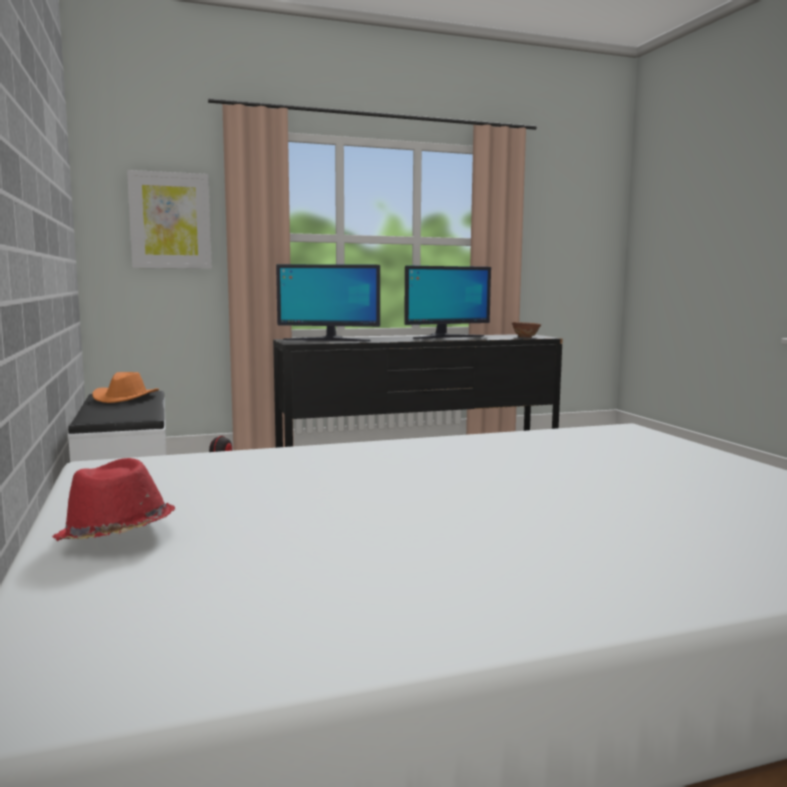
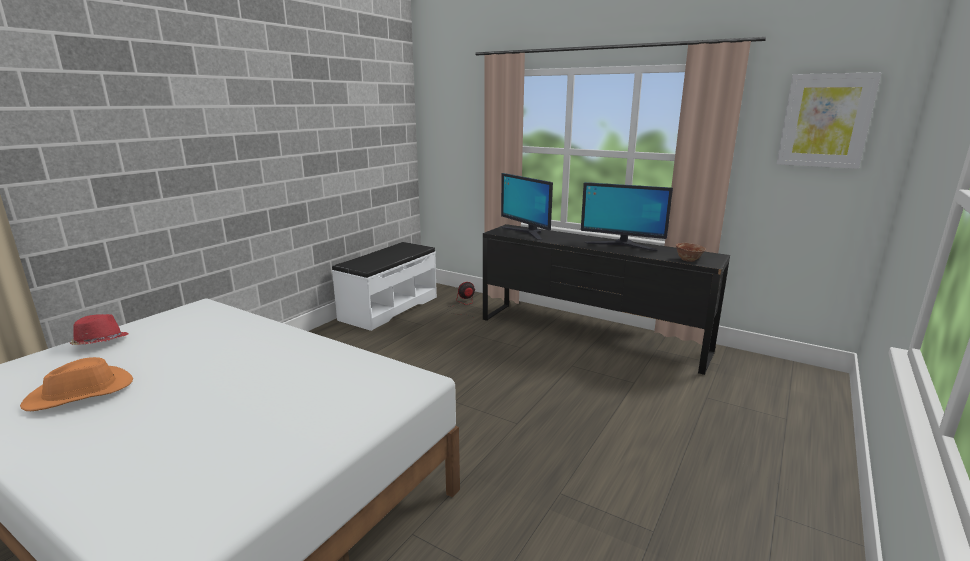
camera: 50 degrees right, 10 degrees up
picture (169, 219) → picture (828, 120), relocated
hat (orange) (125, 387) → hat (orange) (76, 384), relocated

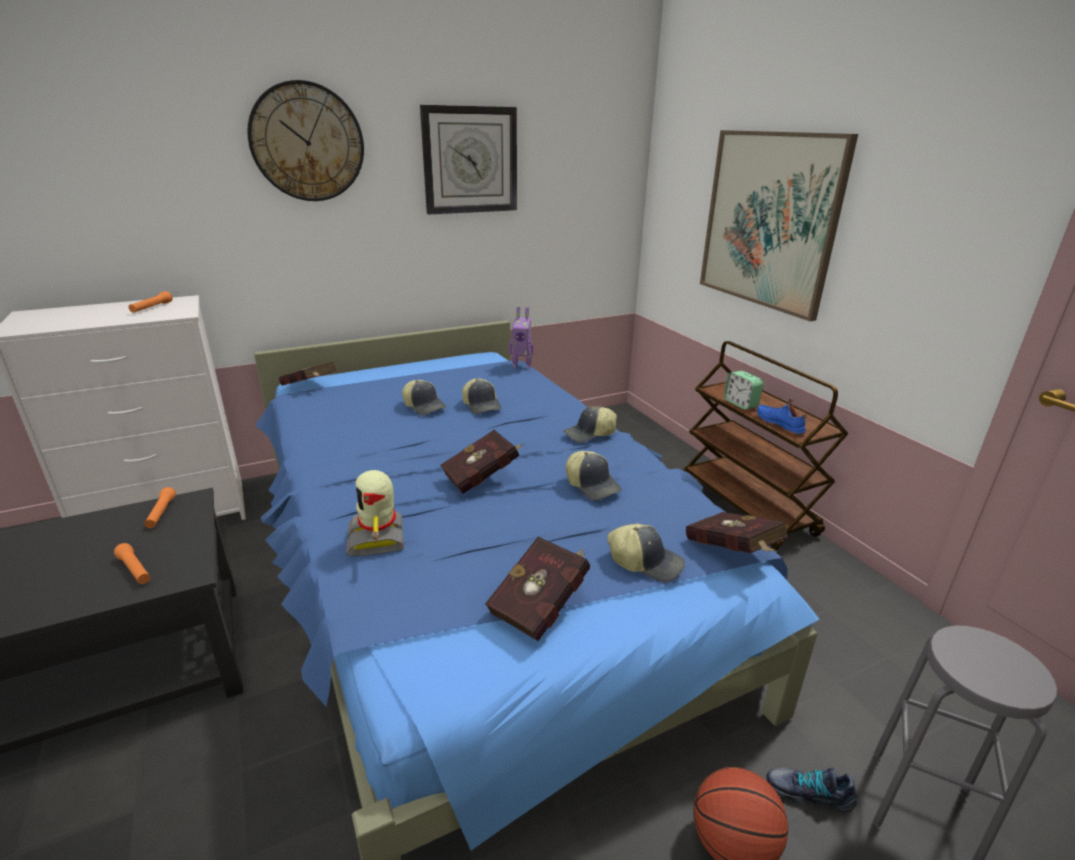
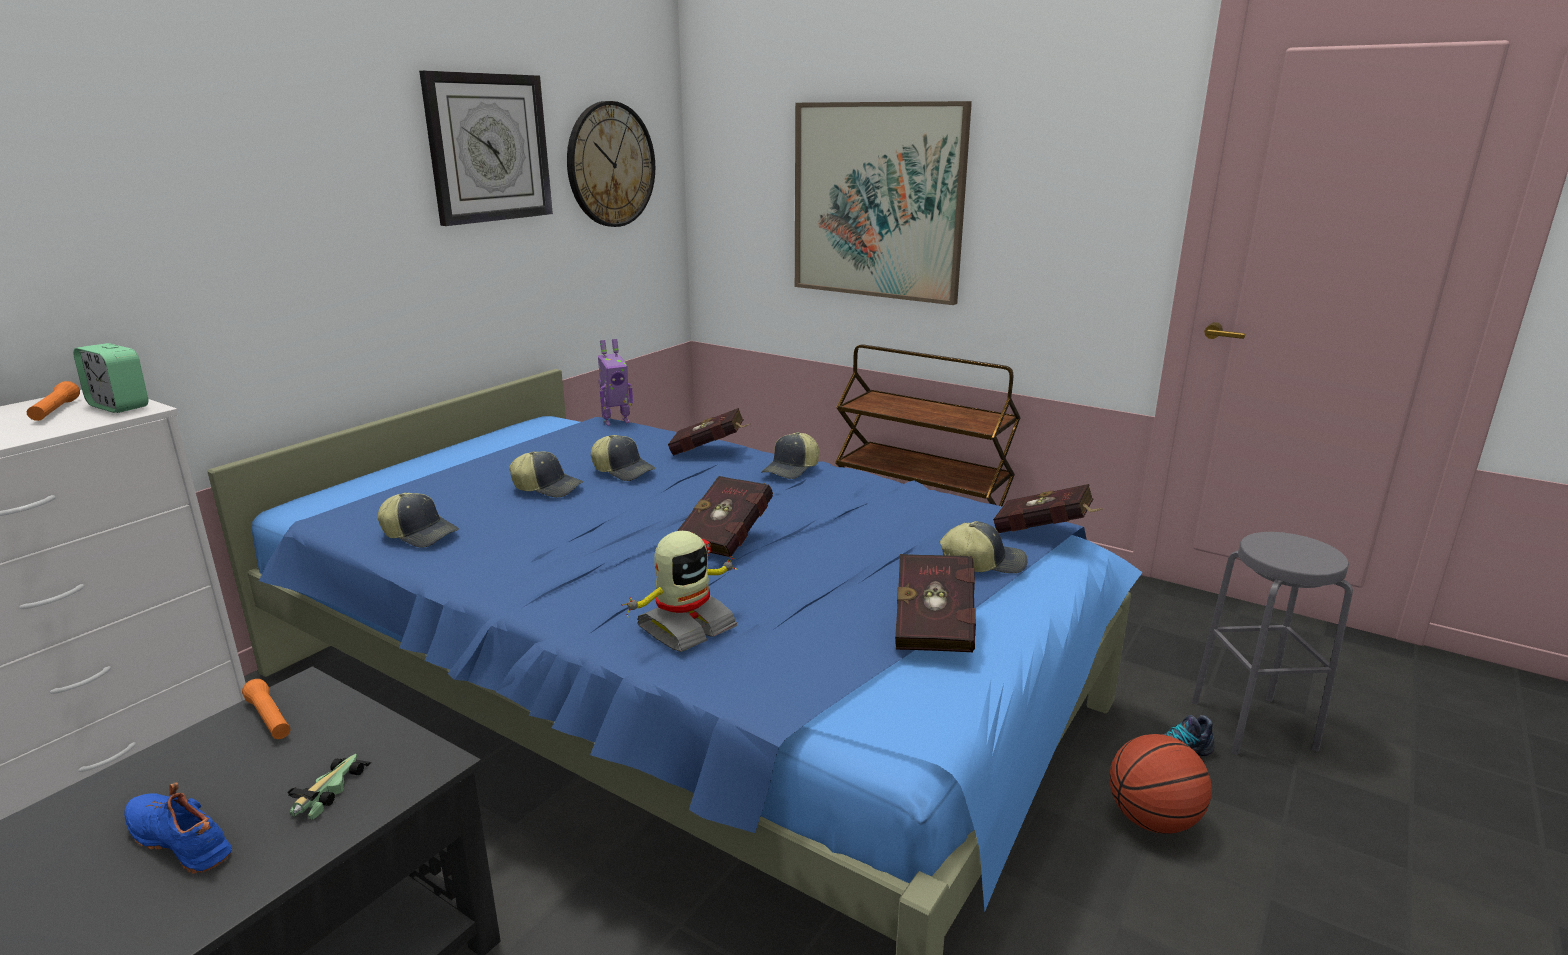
camera: 30 degrees left, 5 degrees down
wall clock (305, 140) → wall clock (611, 164), relocated
book (red) (308, 374) → book (red) (708, 432), relocated
alarm clock (744, 390) → alarm clock (110, 378), relocated
shoe (blue) (781, 417) → shoe (blue) (178, 828), relocated
cap (593, 476) → cap (418, 520), relocated
toy robot (375, 513) → toy robot (679, 591), 90 degrees counterclockwise
flashlight (orange) (132, 563) → toy car (329, 787)

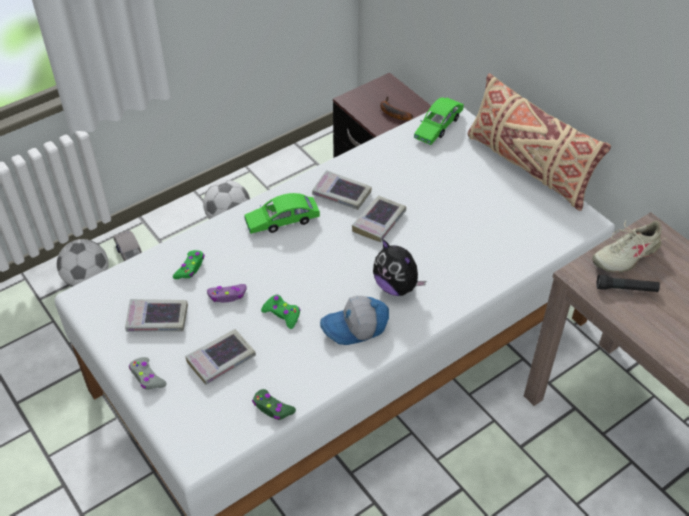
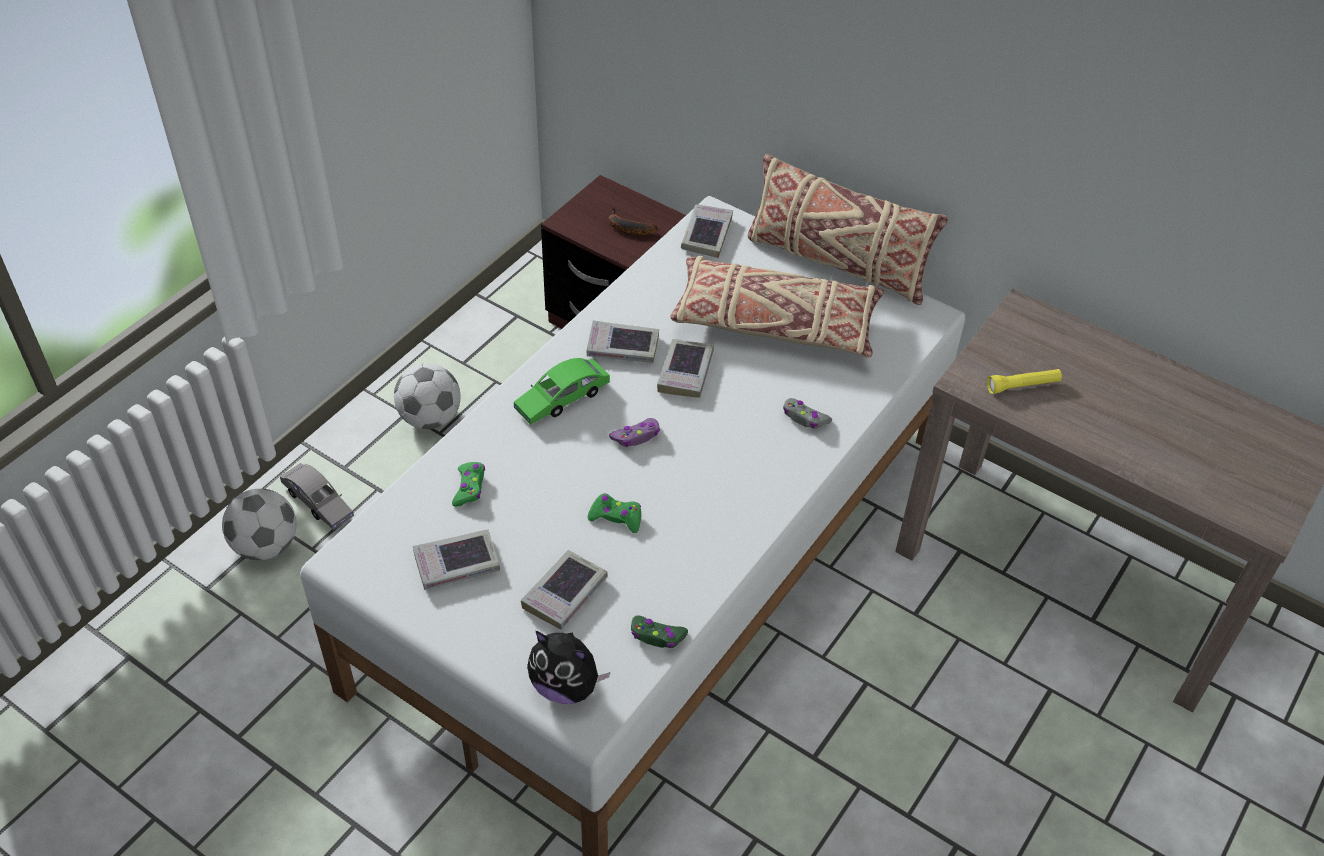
camera: 20 degrees left, 0 degrees up
toy car (green) (439, 121) → book (707, 231)
shoe (beige) (629, 246) → -
plush toy (399, 267) → plush toy (569, 667), relocated
flashlight (black) (628, 283) → flashlight (yellow) (1024, 381)
game controller (purple) (227, 293) → game controller (purple) (634, 432), relocated
cap (354, 320) → -
game controller (grey) (148, 373) → game controller (grey) (807, 413), relocated
- → pillow (beige) (777, 307)

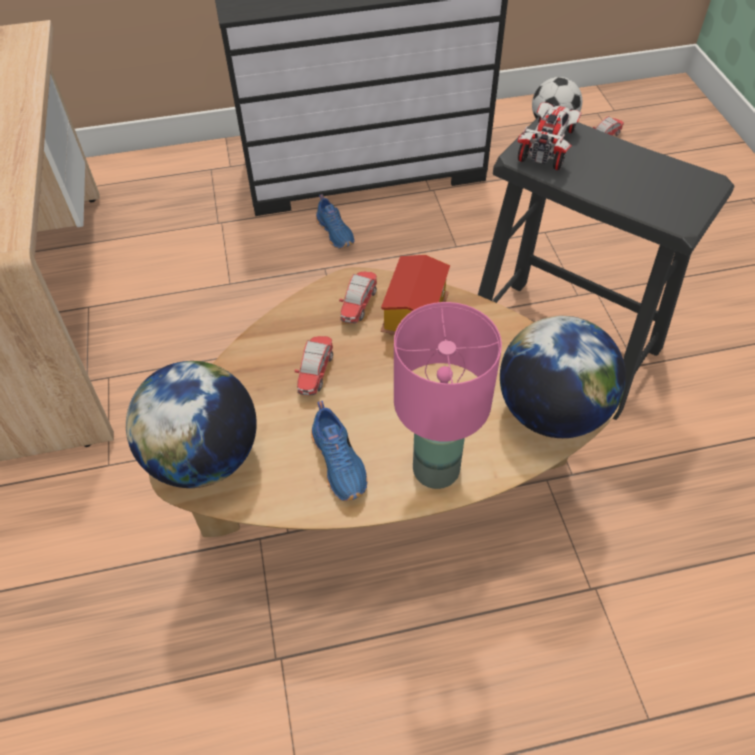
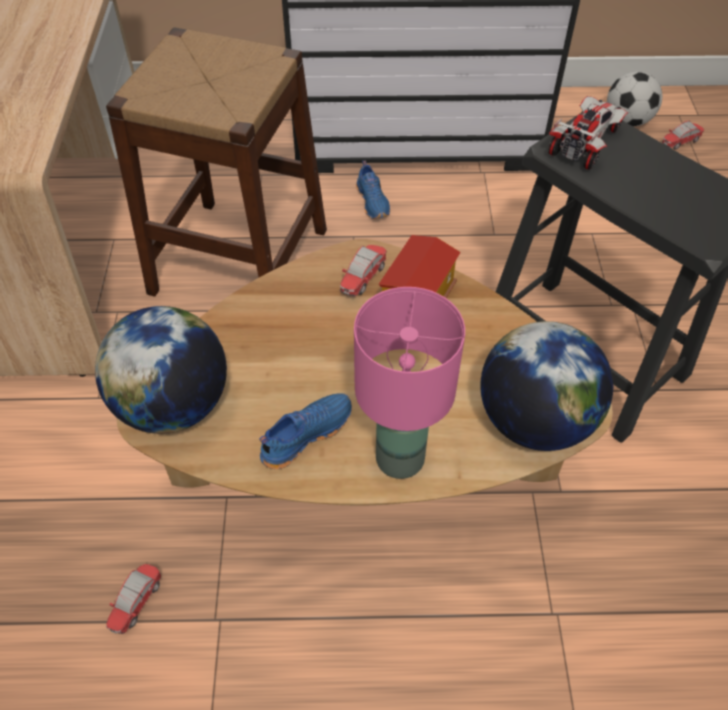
camera: 10 degrees right, 0 degrees up
toy car (314, 365) → toy car (133, 599), relocated
shoe (blue) (339, 451) → shoe (blue) (305, 431), 120 degrees counterclockwise
- → stool (brown) (216, 162)

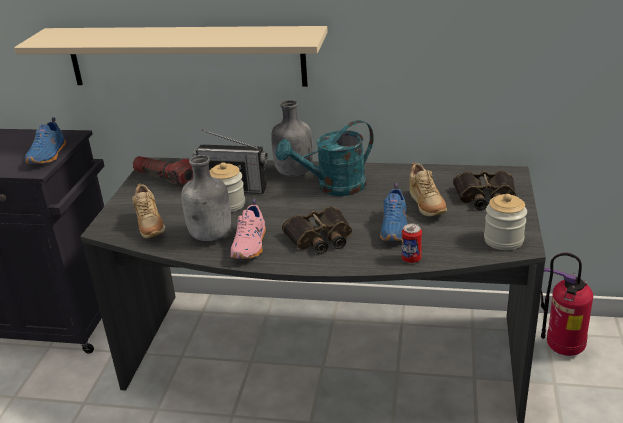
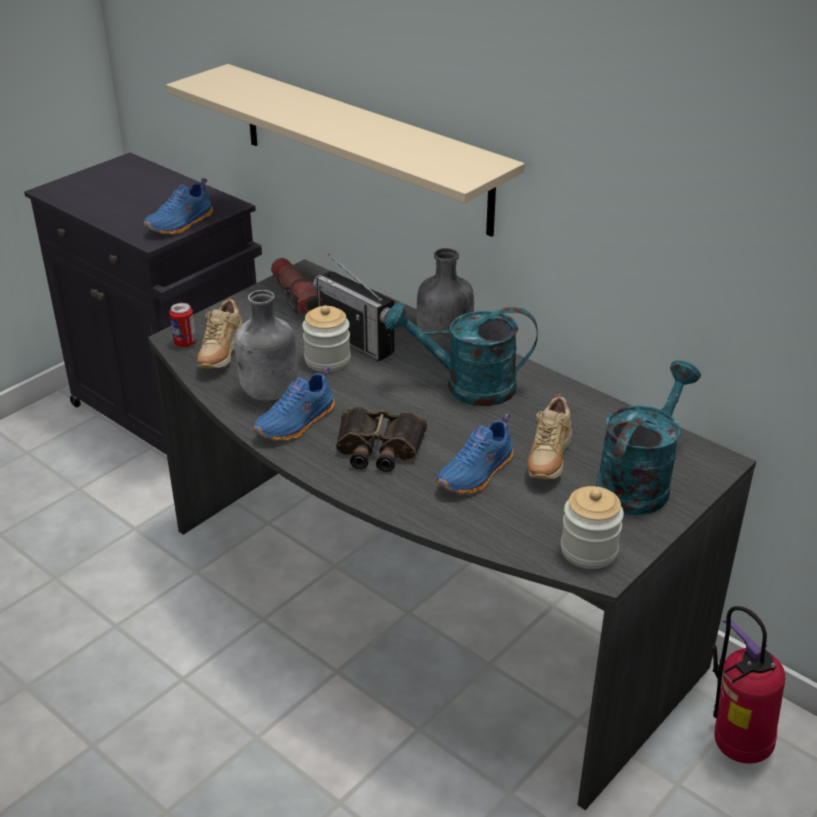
camera: 30 degrees right, 5 degrees up
binoculars (485, 190) → watering can (turquoise) (648, 437)
shoe (pink) (248, 229) → shoe (blue) (294, 404)
can (412, 243) → can (183, 325), relocated

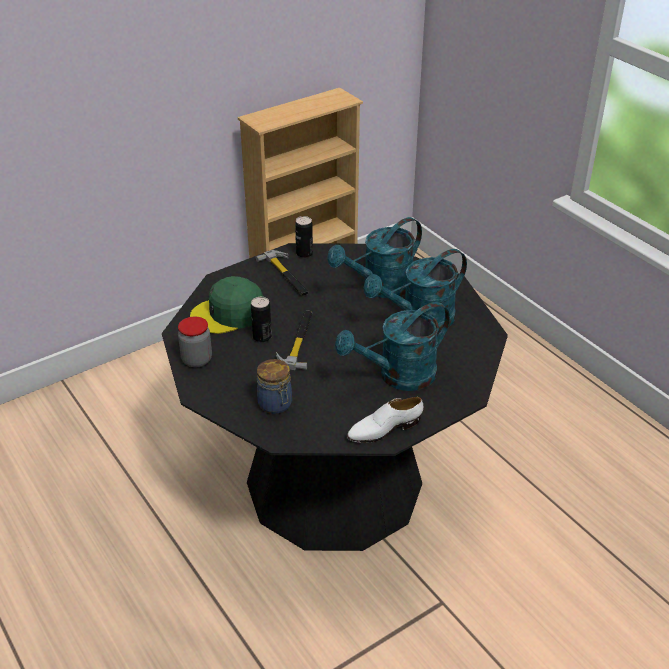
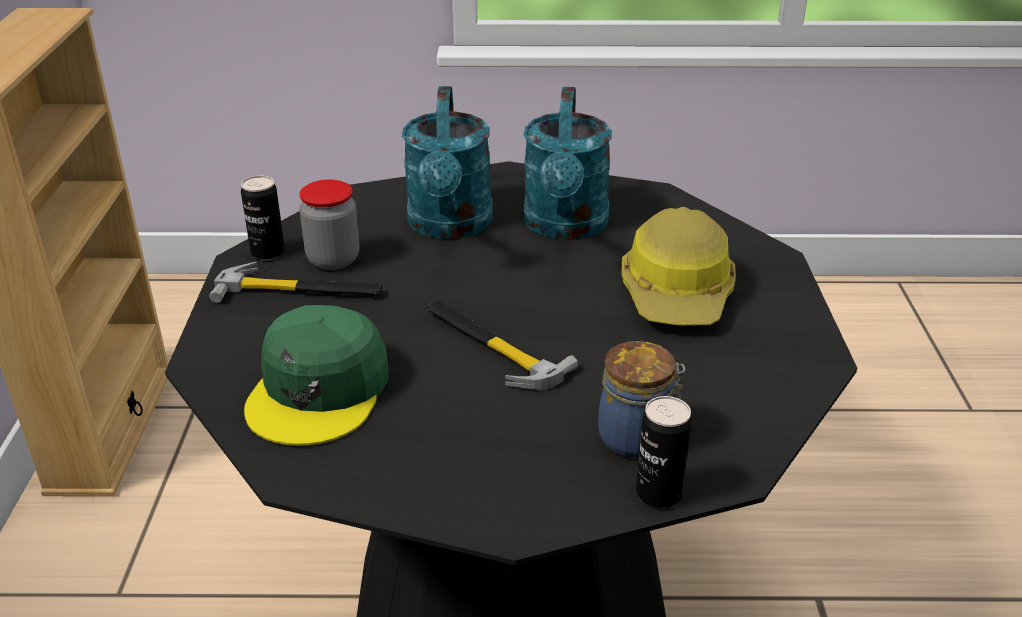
camera: 55 degrees left, 5 degrees down
can (261, 319) → can (664, 452), relocated
watering can (turquoise) (392, 346) → hard hat (678, 266)
jar (195, 342) → jar (329, 225), relocated
shoe (white) (385, 420) → -

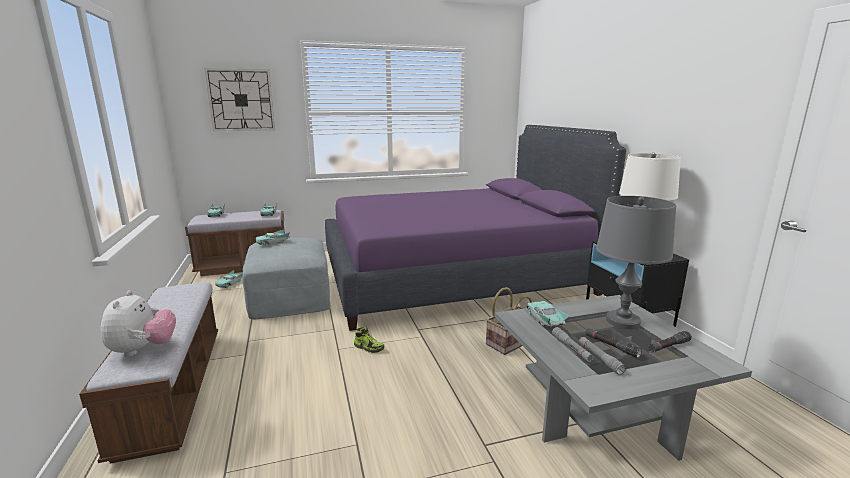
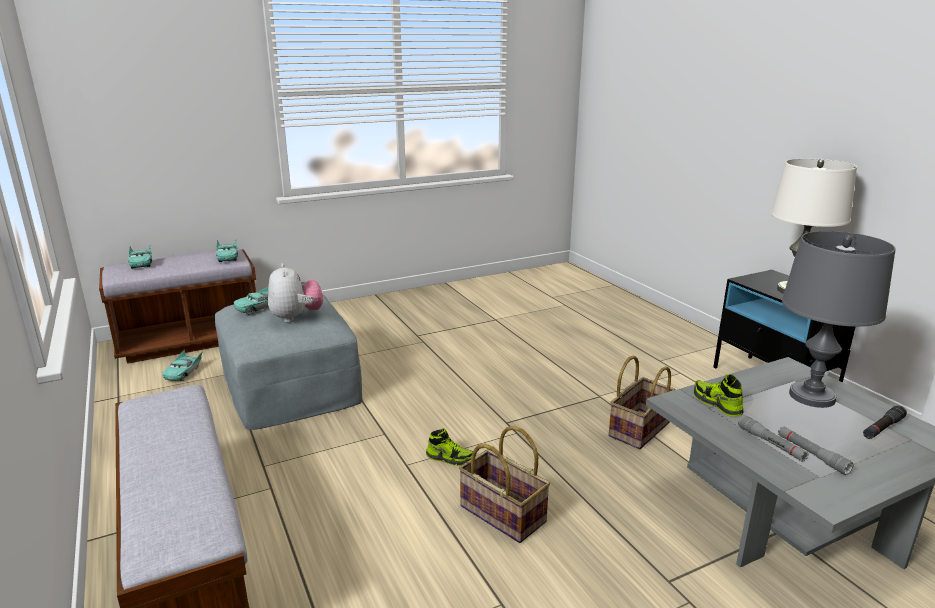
camera: 10 degrees left, 5 degrees up
wall clock (239, 99) → -
bed (purple) (475, 228) → -
plush toy (138, 324) → plush toy (295, 292), relocated
toy car (turquoise) (548, 314) → shoe (718, 395)
flashlight (black) (613, 343) → -
- → basket (504, 484)

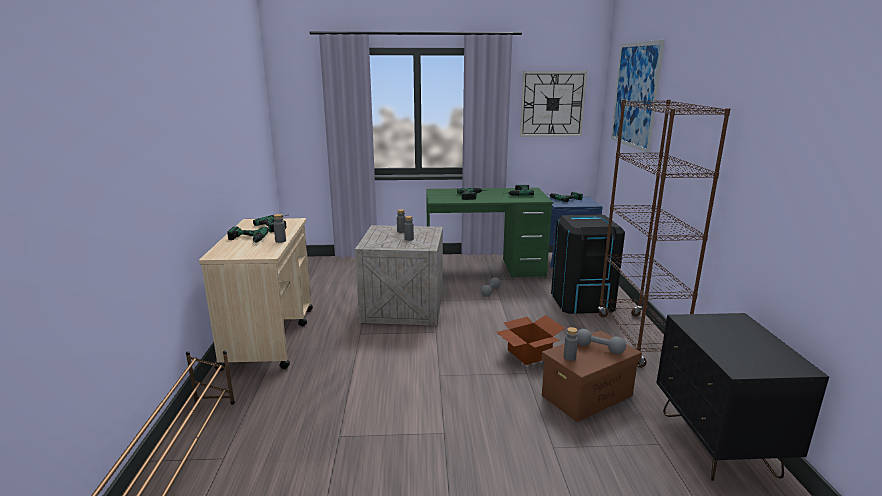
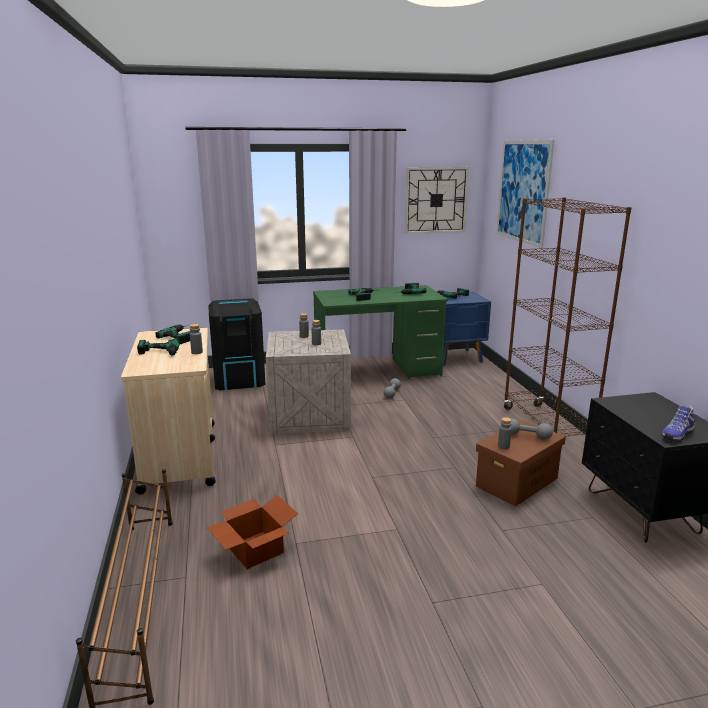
camera: 10 degrees left, 0 degrees up
trash can (black) (588, 264) → trash can (black) (236, 344), relocated
cardboard box (530, 340) → cardboard box (252, 532), relocated
- → shoe (678, 424)

